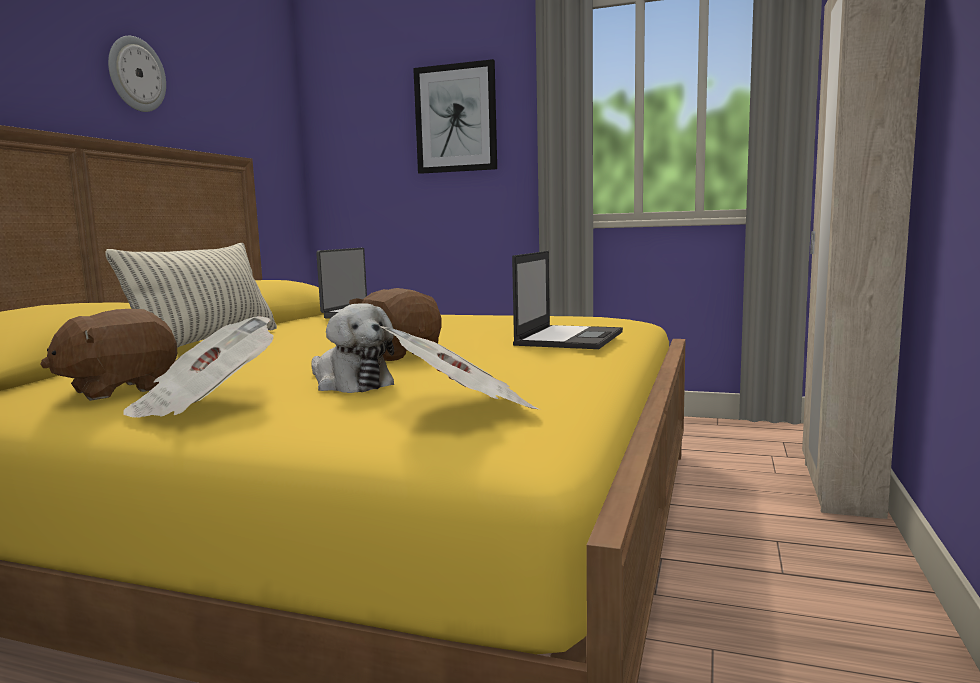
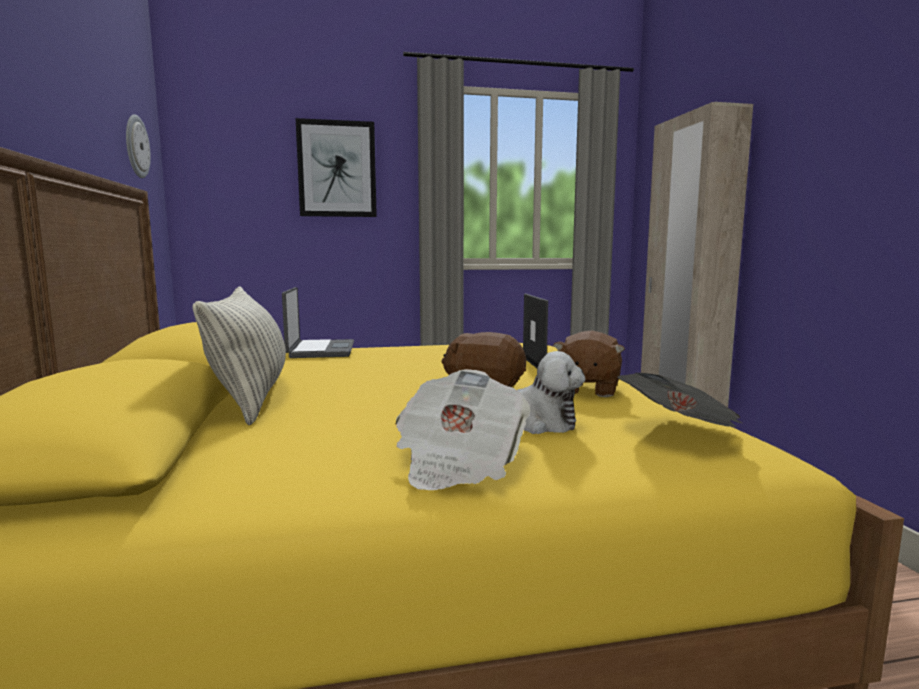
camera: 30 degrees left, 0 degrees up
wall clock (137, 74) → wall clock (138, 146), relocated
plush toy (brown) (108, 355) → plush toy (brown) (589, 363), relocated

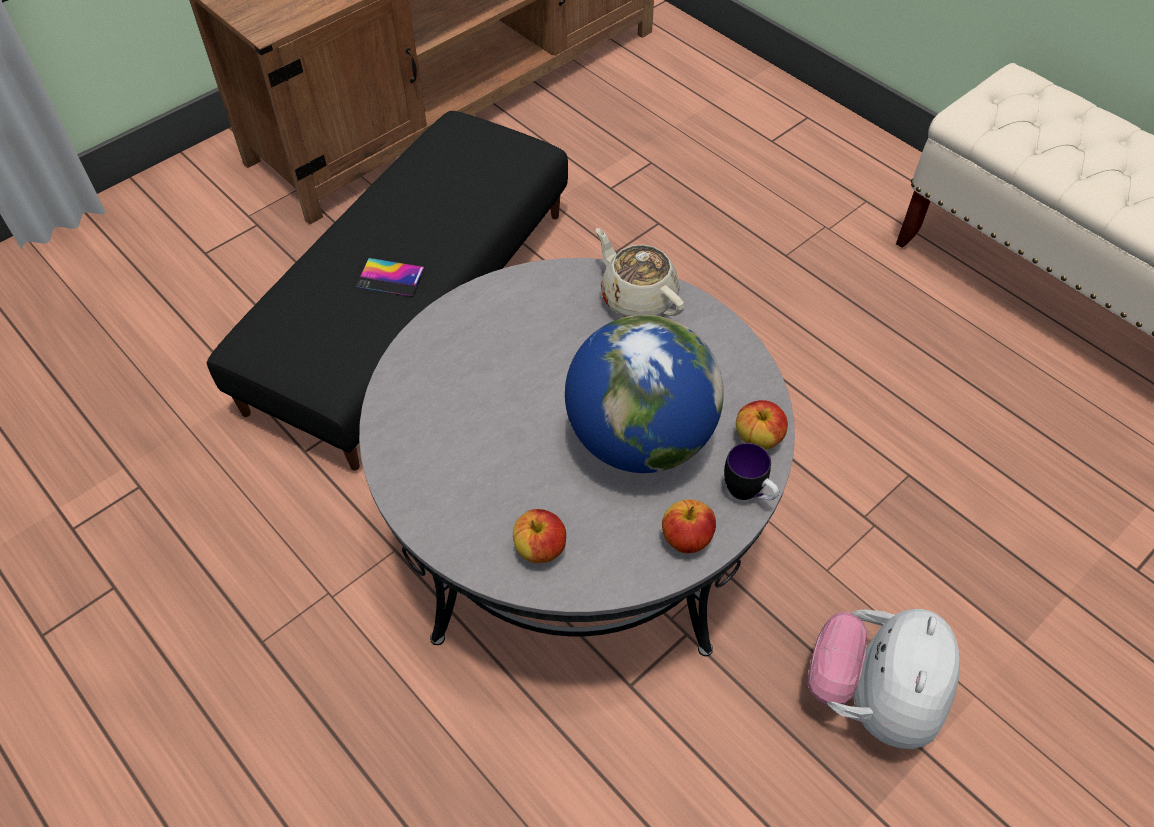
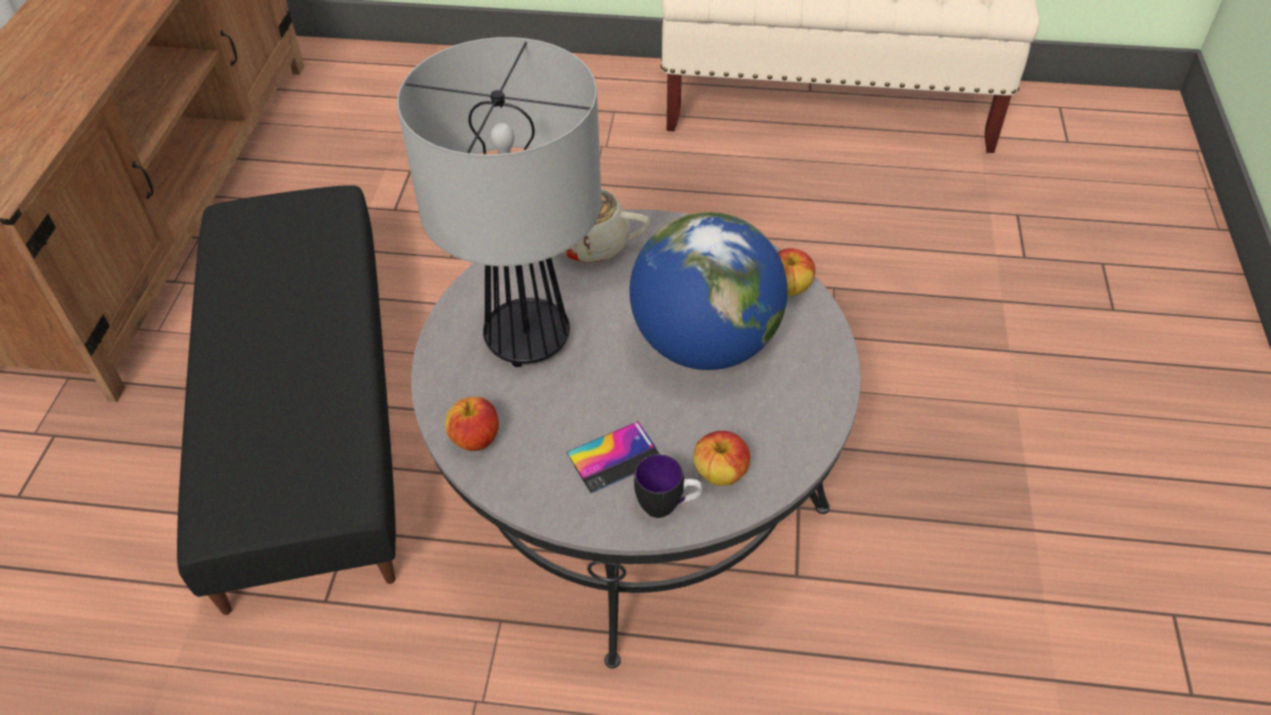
camera: 40 degrees left, 5 degrees down
phone (390, 277) → phone (613, 457), relocated
mug (751, 471) → mug (668, 486), relocated
apple (689, 526) → apple (472, 424), relocated
plush toy (883, 679) → -
- → table lamp (499, 202)

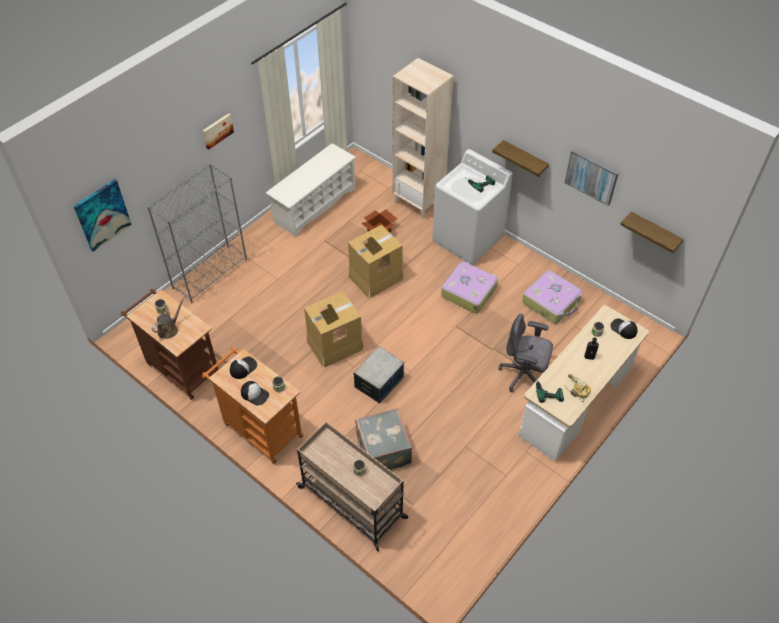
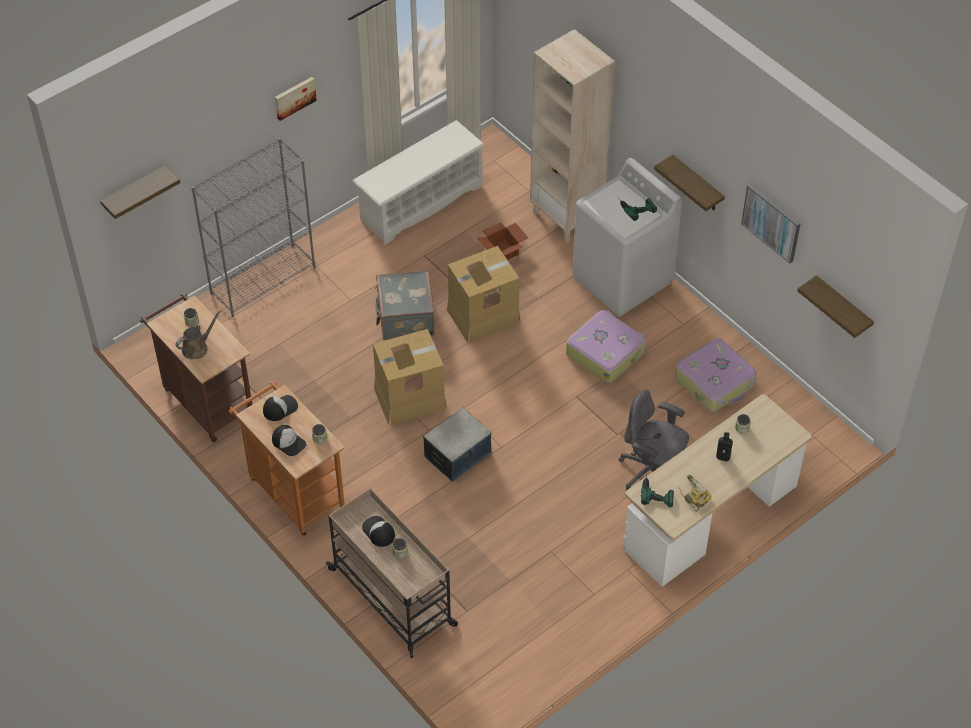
camera: 10 degrees right, 0 degrees up
picture (102, 215) → shelf (140, 192)
cap (623, 328) → cap (378, 531), relocated
suitcase (grey) (383, 439) → suitcase (grey) (405, 305), relocated

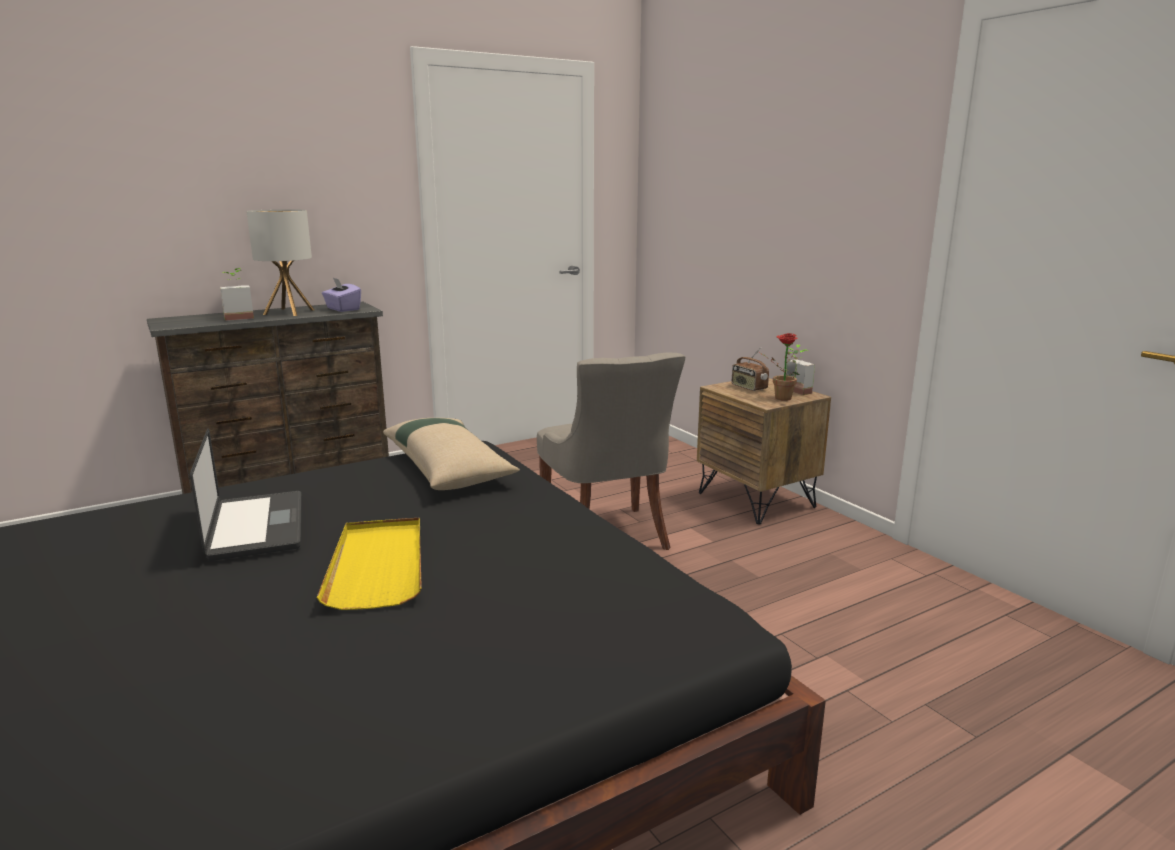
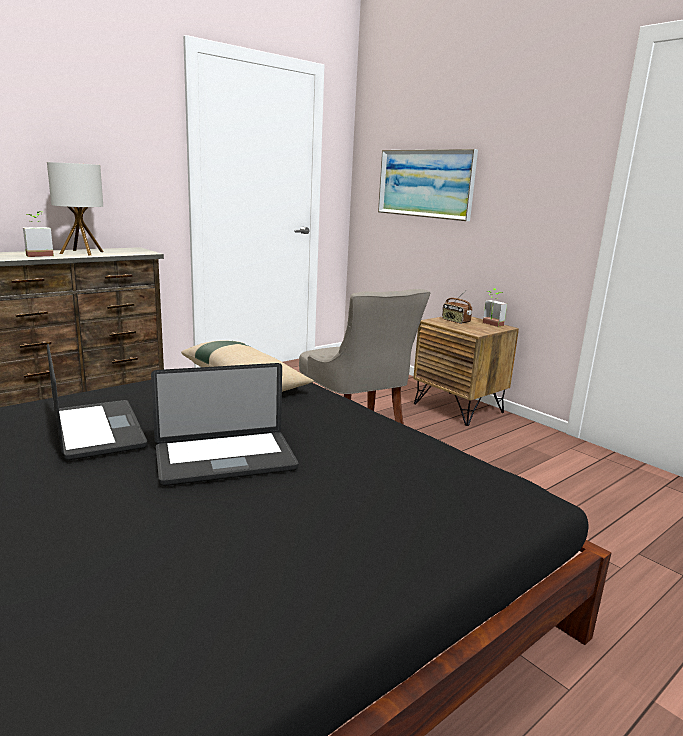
camera: 10 degrees left, 0 degrees up
tissue box (purple) (341, 295) → -
potted plant (780, 367) → -
tray (yellow) (369, 564) → laptop (225, 424)
- → picture (428, 185)

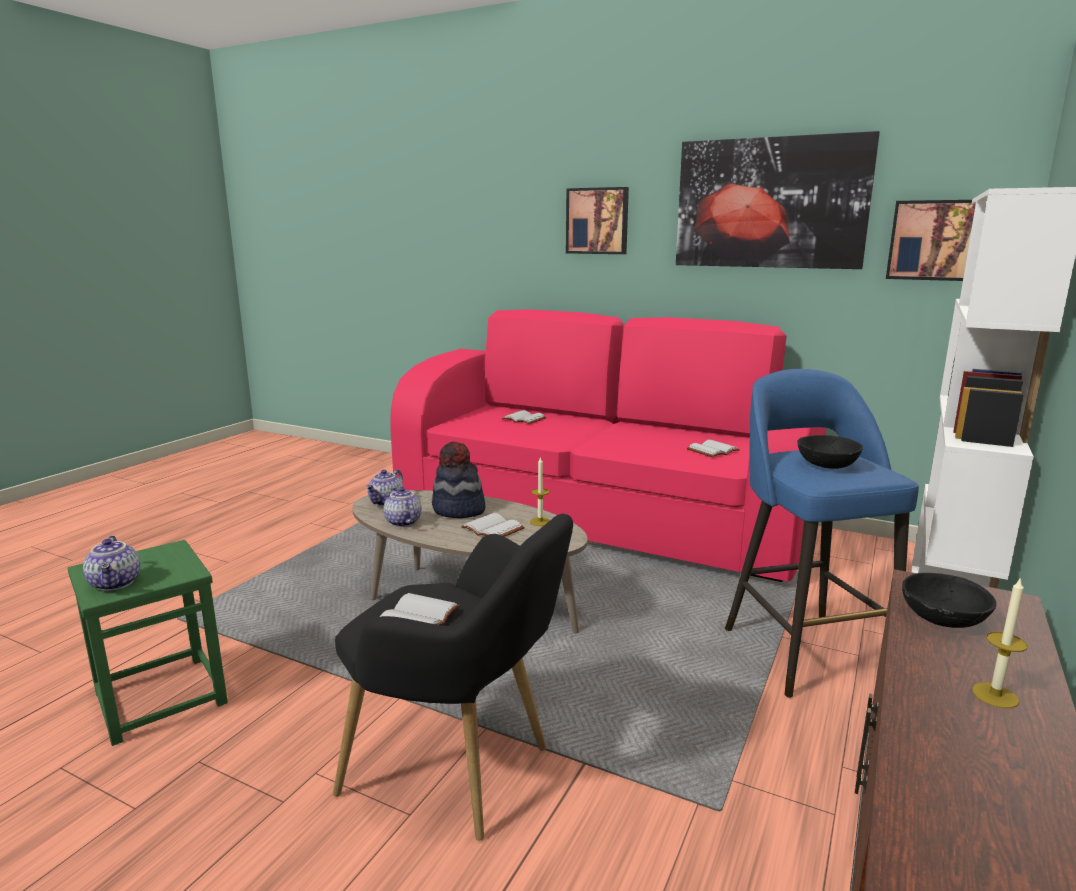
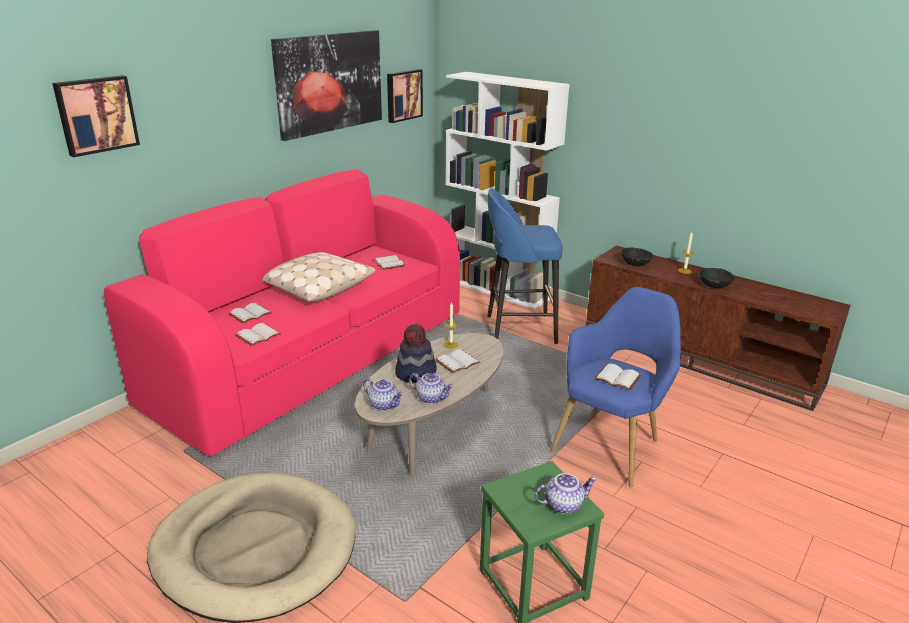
camera: 80 degrees left, 10 degrees up
picture (597, 220) → picture (96, 116), relocated
bowl (black) (830, 452) → bowl (black) (717, 278), relocated
teapot (403, 507) → teapot (431, 388), 135 degrees counterclockwise
armchair (black) (453, 677) → armchair (blue) (615, 387)
- → pillow (beige) (319, 277)
- → book (white) (258, 334)
- → dog bed (beige) (251, 548)

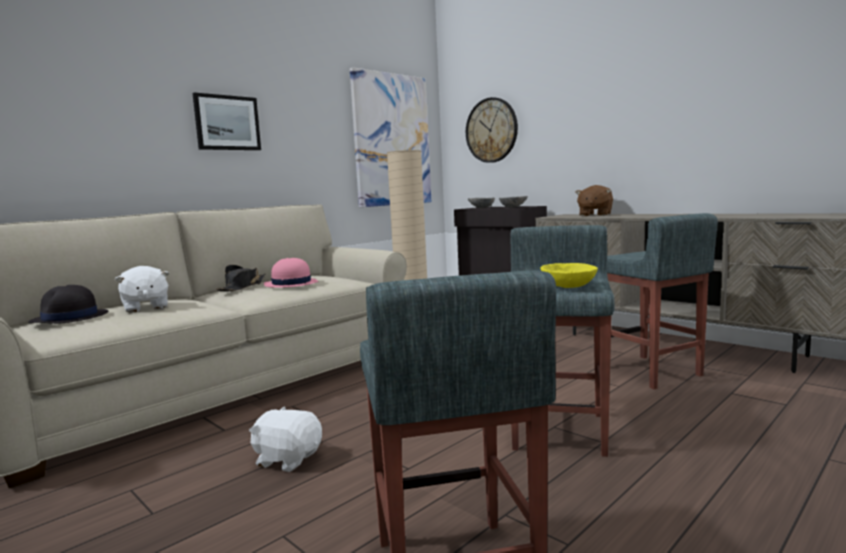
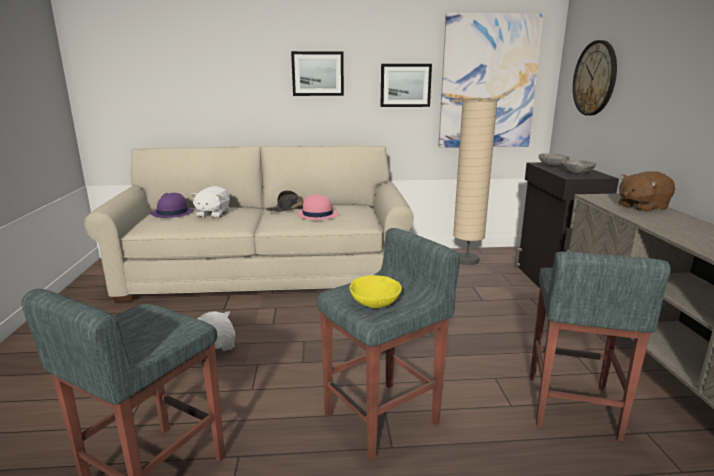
camera: 40 degrees right, 10 degrees up
hat (black) (68, 304) → hat (purple) (172, 205)
- → picture (406, 85)

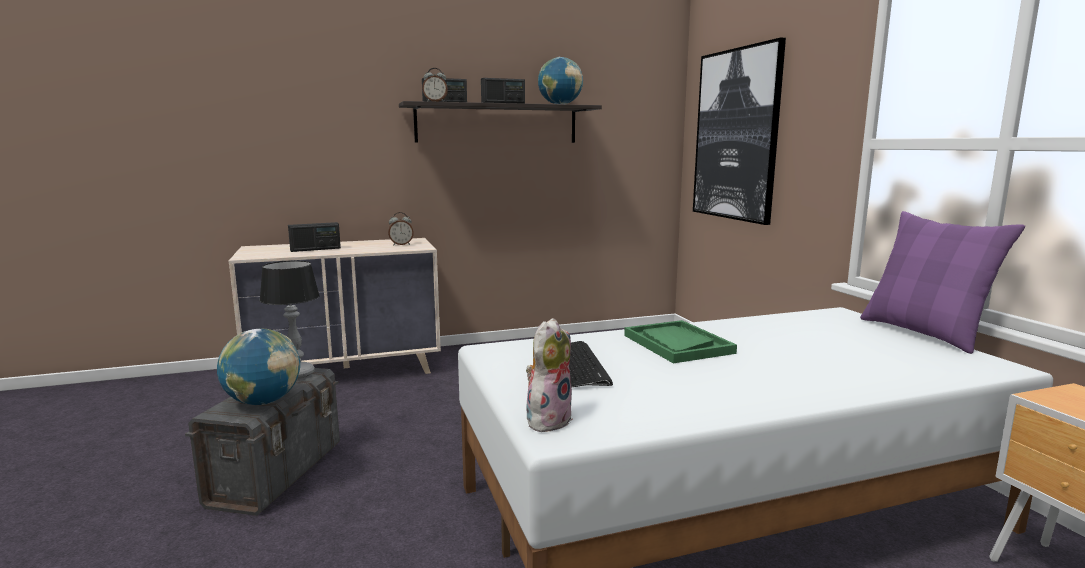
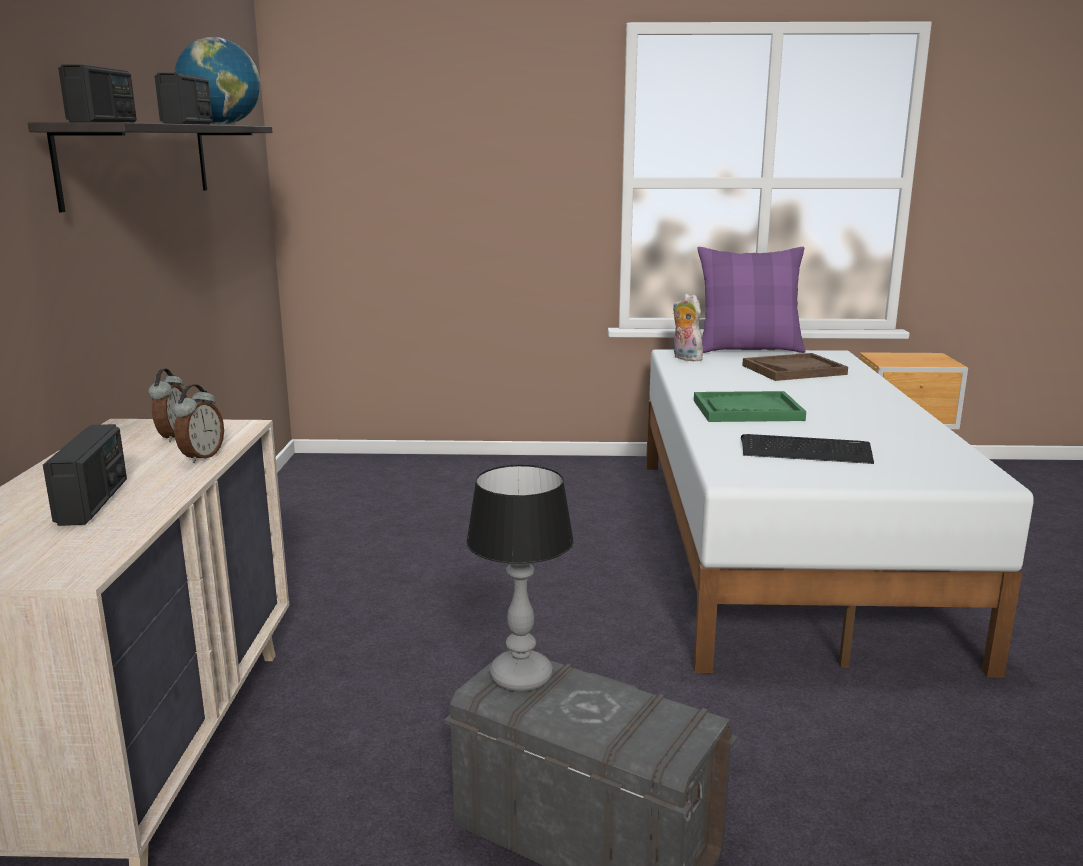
camera: 70 degrees left, 5 degrees up
picture (739, 131) → -
alarm clock (435, 85) → alarm clock (198, 423), relocated
plush toy (549, 375) → plush toy (688, 327), relocated
globe (258, 367) → -
- → tray (brown) (795, 367)

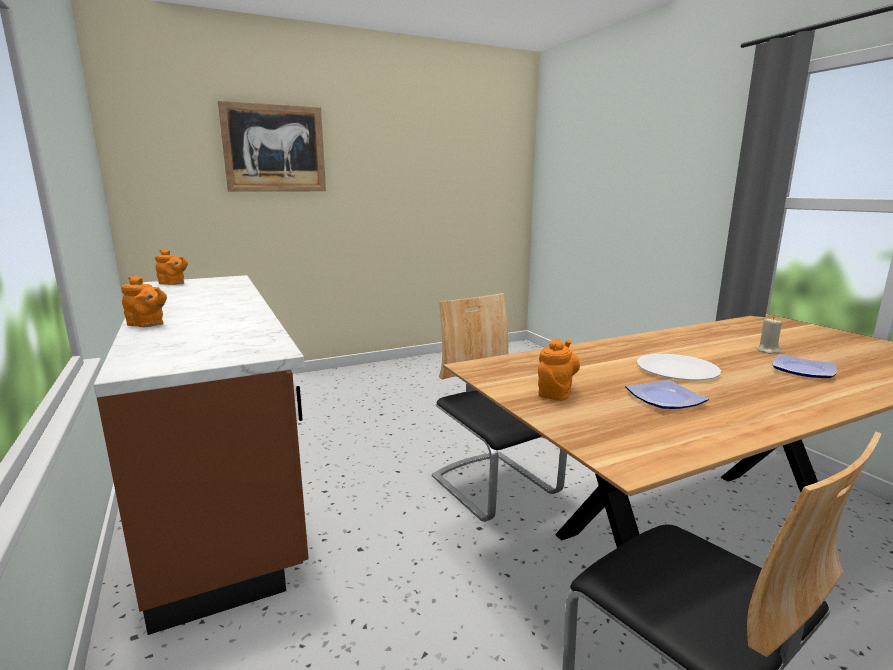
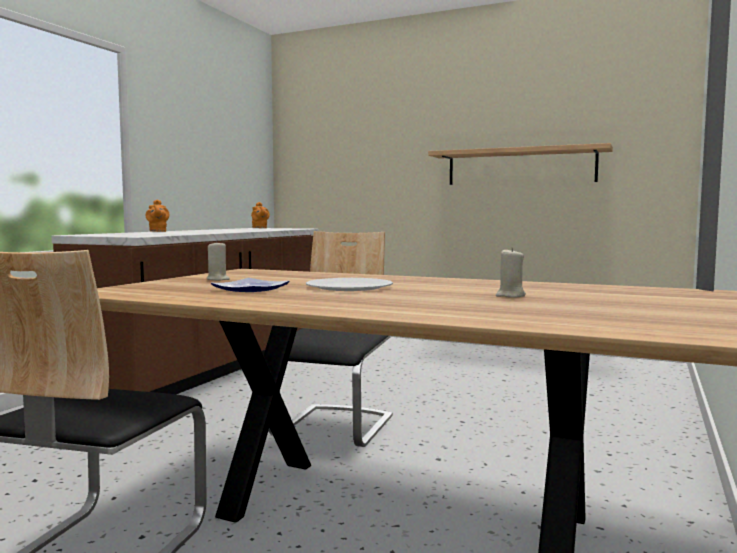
camera: 50 degrees right, 10 degrees down
picture (272, 146) → -
teapot (orange) (559, 370) → candle (beige) (218, 261)
plate (804, 366) → -
- → shelf (520, 164)

